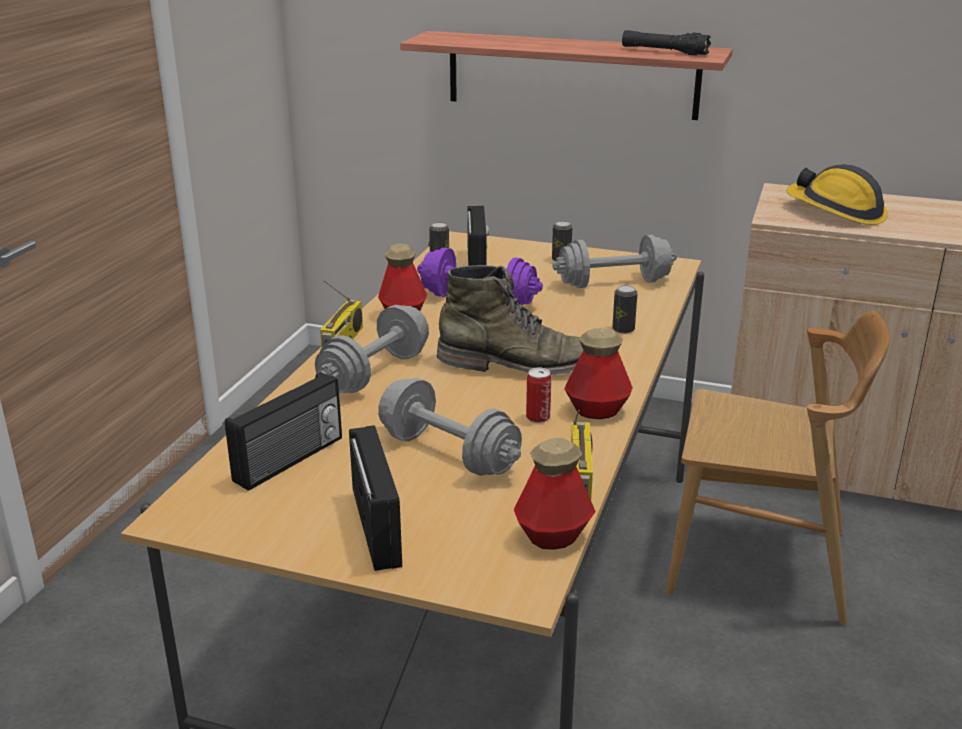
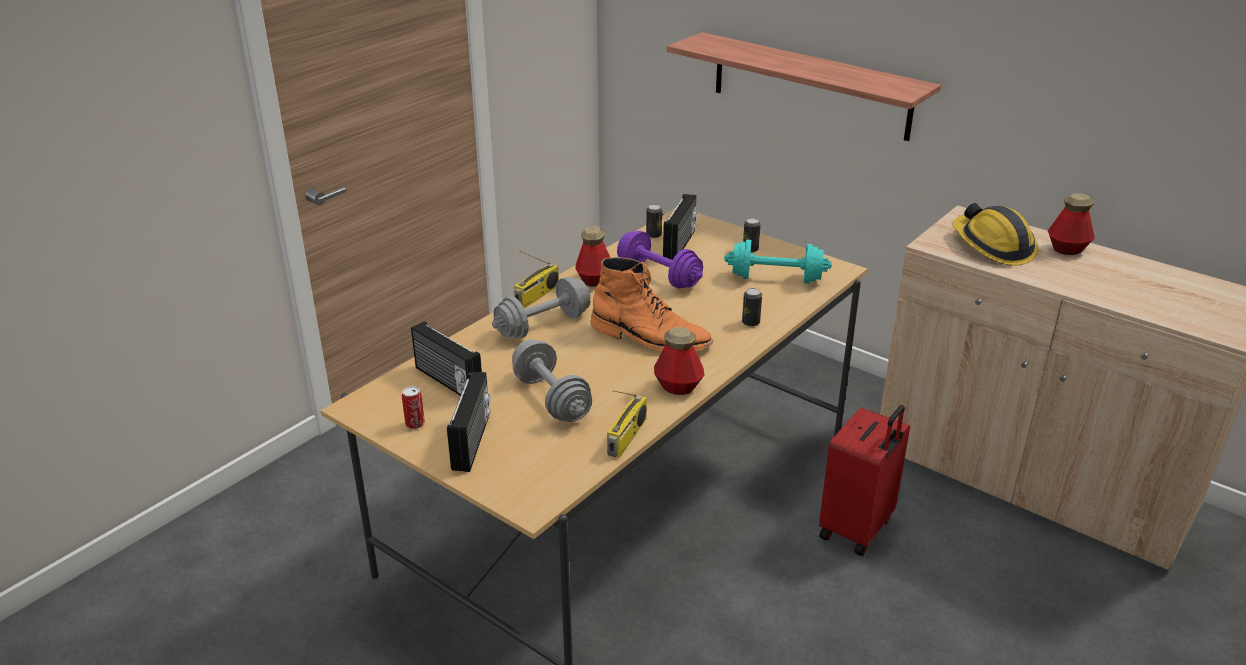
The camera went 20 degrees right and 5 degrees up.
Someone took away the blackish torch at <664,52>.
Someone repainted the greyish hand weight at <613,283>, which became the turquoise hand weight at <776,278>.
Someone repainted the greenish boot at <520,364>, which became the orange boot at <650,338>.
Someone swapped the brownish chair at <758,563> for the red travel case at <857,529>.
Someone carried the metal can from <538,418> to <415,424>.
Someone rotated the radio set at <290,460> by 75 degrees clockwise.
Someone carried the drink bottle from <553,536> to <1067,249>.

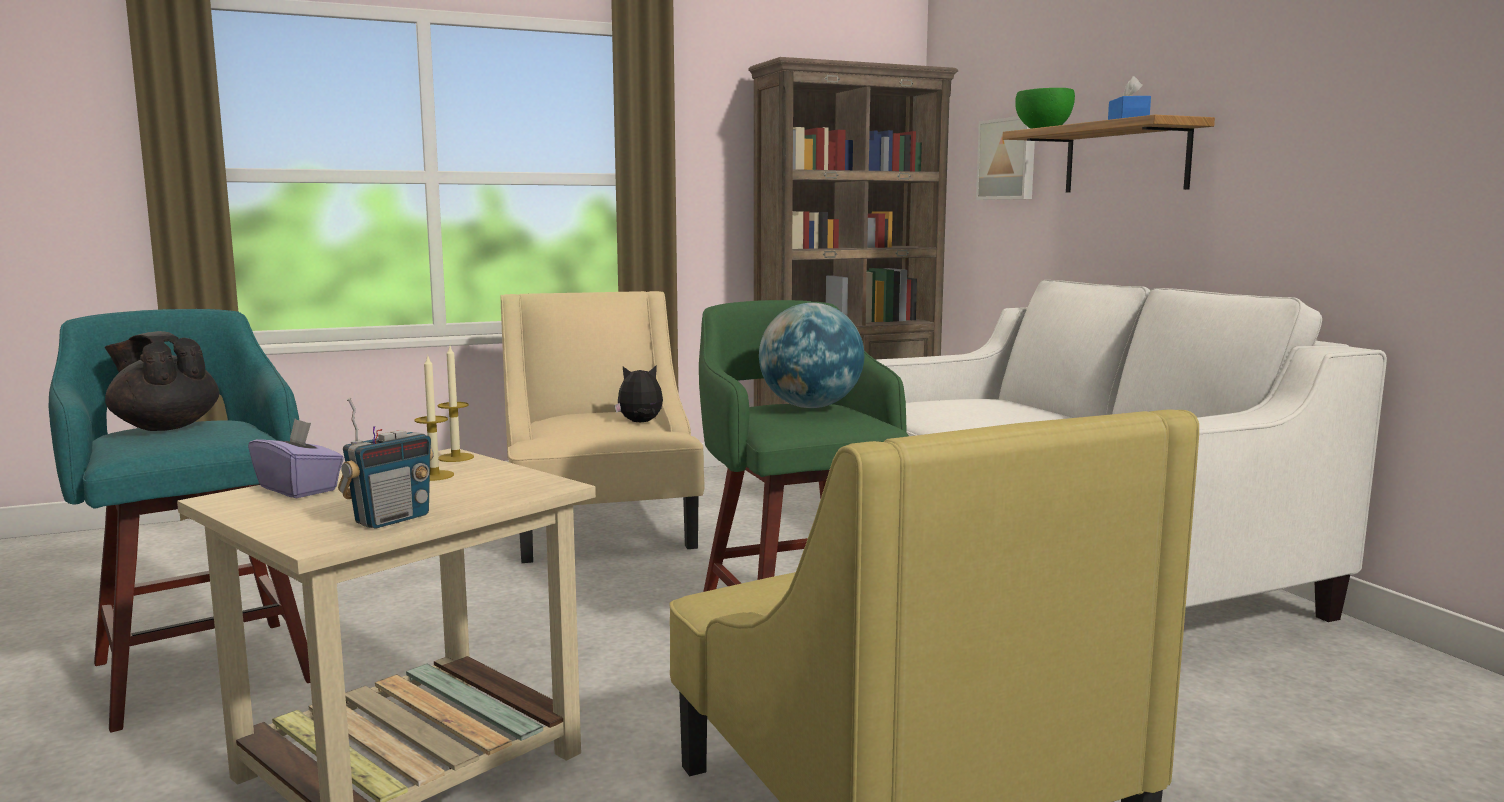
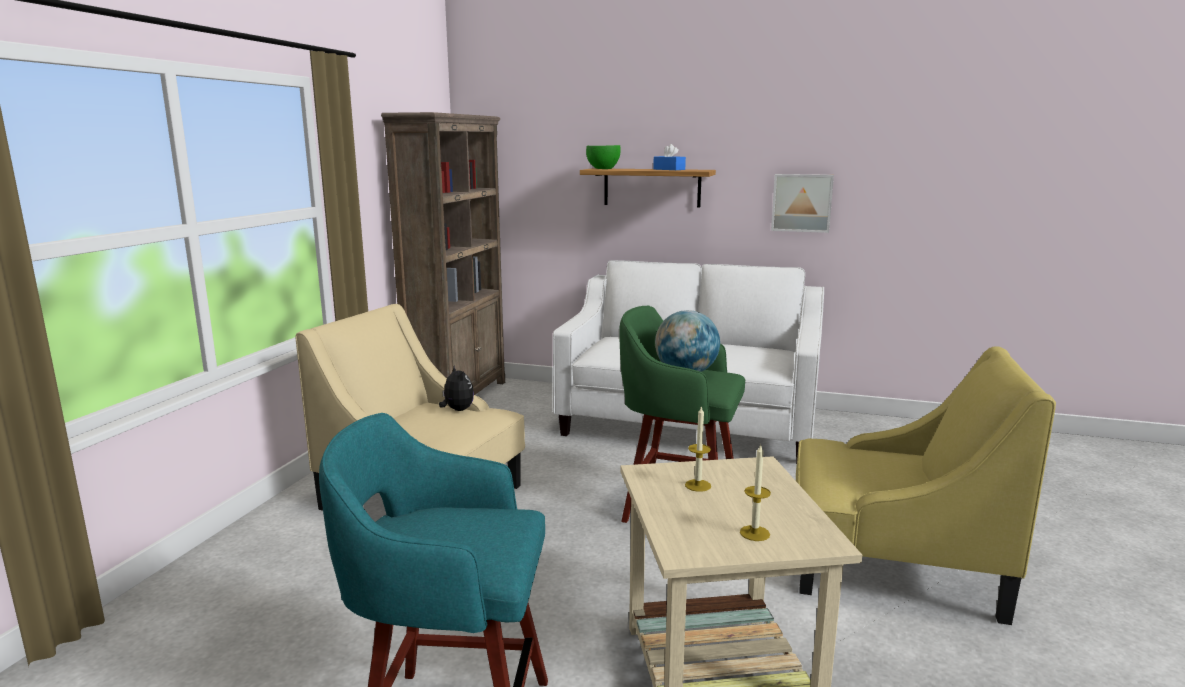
The camera went 50 degrees left and 5 degrees up.
Someone carried the picture from <1008,159> to <802,202>.
Someone took away the blackish tea pot at <165,427>.
Someone carried the wax candle from <455,457> to <754,533>.
Someone rotated the cuddly toy at <640,423> by 120 degrees clockwise.
Someone took away the radio set at <391,519>.
Someone took away the purple-coloured box of tissues at <299,489>.

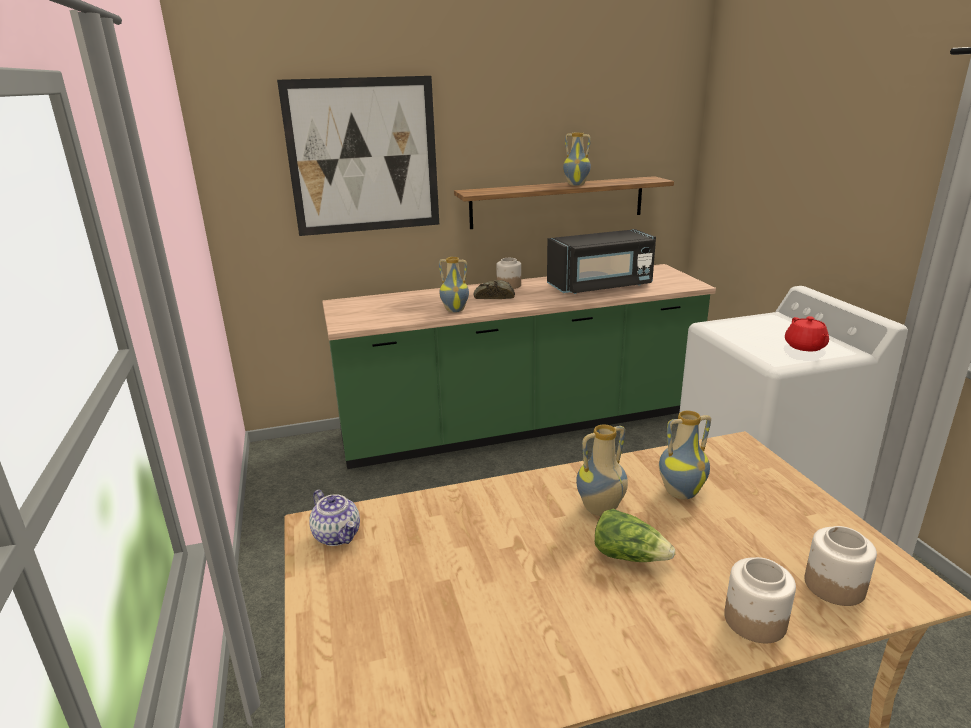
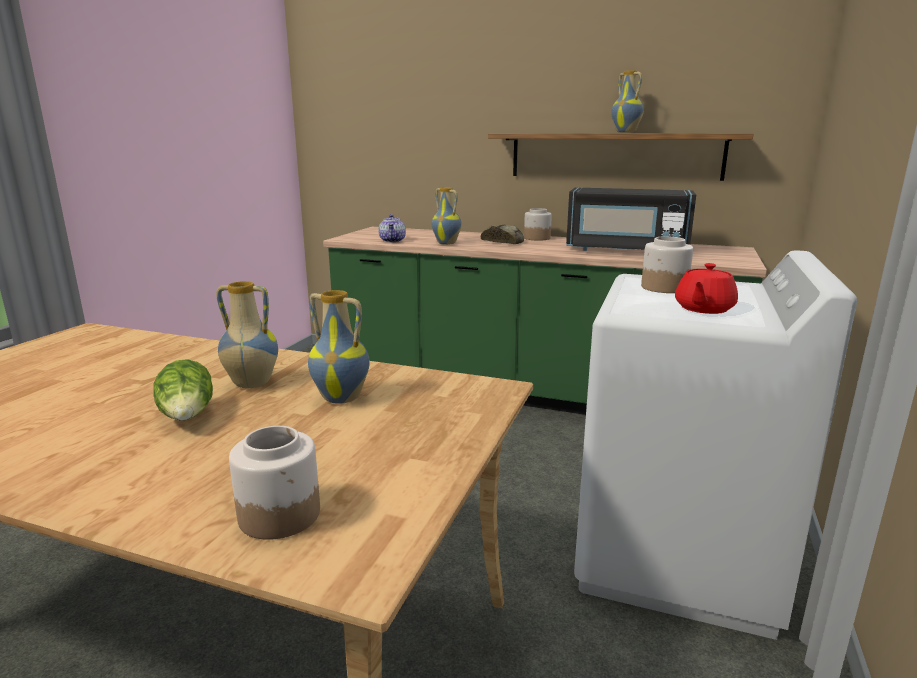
The camera went 35 degrees right and 5 degrees down.
Someone took away the picture at <363,157>.
Someone carried the tea pot from <338,535> to <393,241>.
Someone carried the jar from <754,620> to <663,287>.

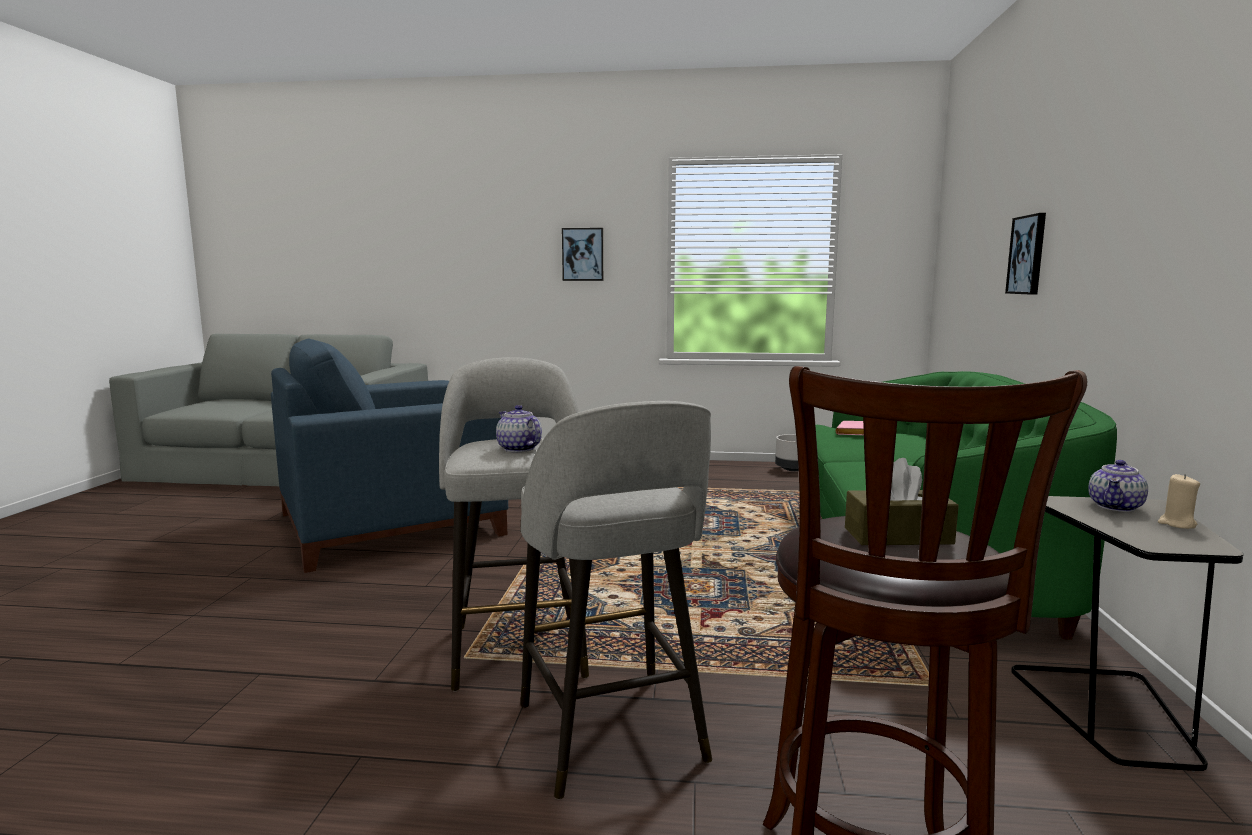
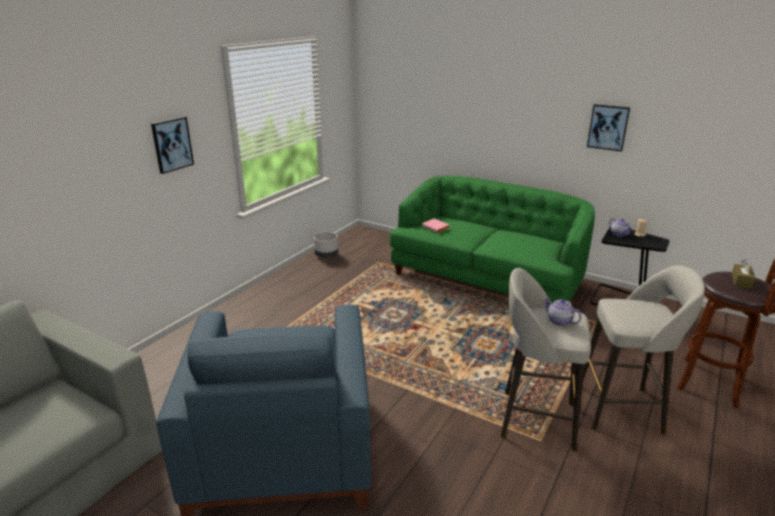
The camera went 65 degrees left and 15 degrees up.
Someone carried the picture from <1027,255> to <608,127>.
Someone rotated the tea pot at <518,449> by 60 degrees clockwise.

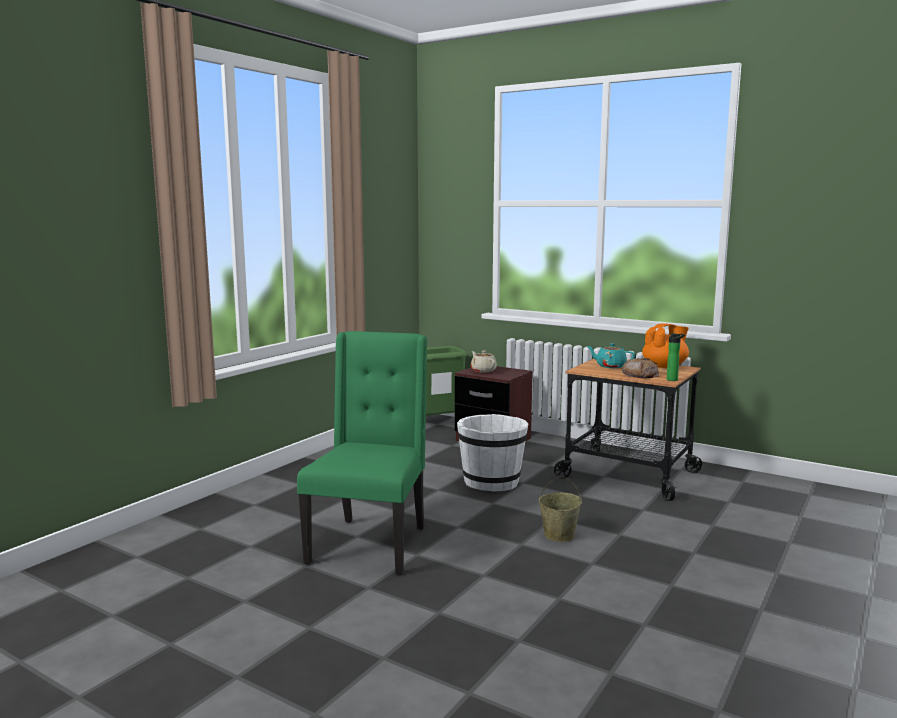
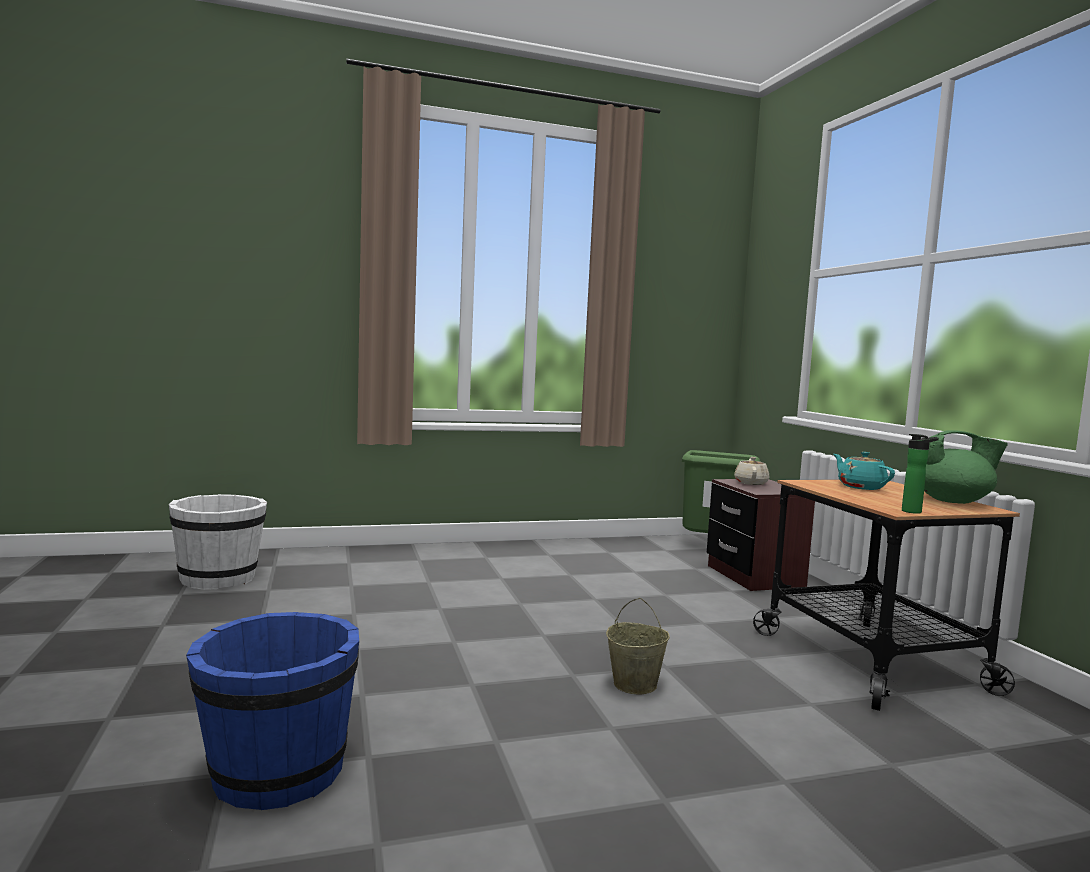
The camera went 40 degrees right and 5 degrees down.
Someone repainted the orange tea pot at <665,366>, which became the greenish tea pot at <953,501>.
Someone took away the greenish chair at <370,544>.
Someone took away the bakery bread at <640,374>.
Someone carried the white-coloured bucket from <491,482> to <219,578>.
Someone put down the blue bucket at <276,773>.

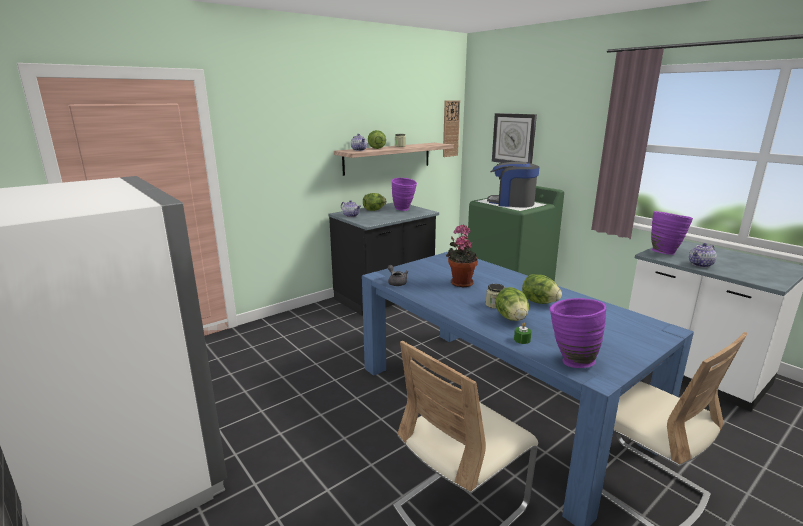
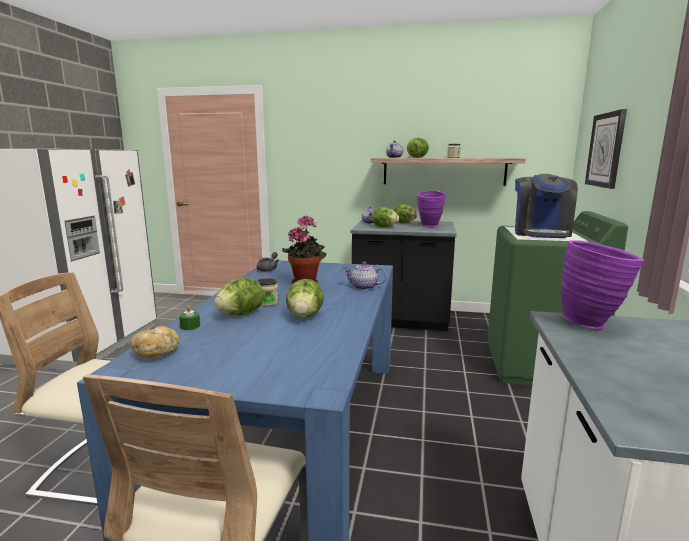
The camera went 50 degrees right and 5 degrees down.
Someone took away the wall clock at <450,128>.
Someone rotated the coffee brewer at <512,203> by 150 degrees counterclockwise.
Someone carried the tea pot from <700,265> to <363,287>.
Someone swapped the purple-coloured flower vase at <570,360> for the bakery bread at <157,352>.
Someone put down the lettuce at <384,227>.

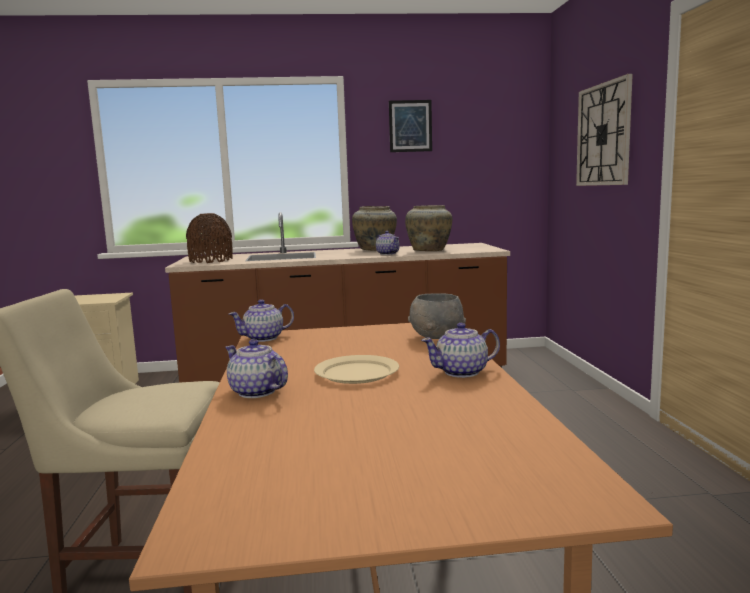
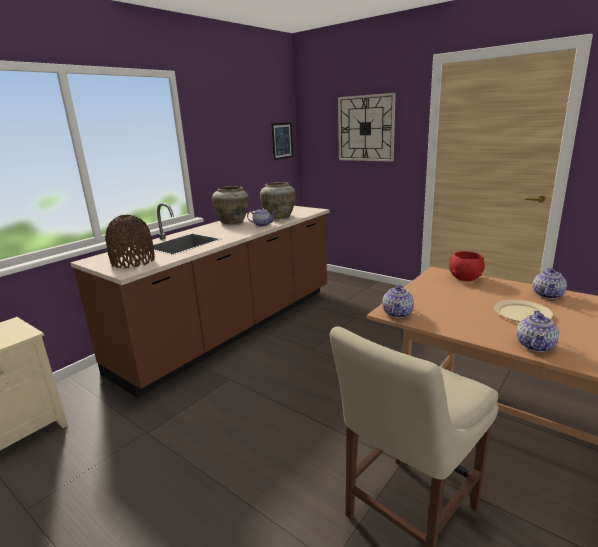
The camera went 45 degrees left and 10 degrees up.
Someone carried the picture from <410,126> to <282,140>.
Someone repainted the greyish deep dish at <435,336>, which became the red deep dish at <464,278>.
Someone rotated the tea pot at <256,392> by 60 degrees counterclockwise.

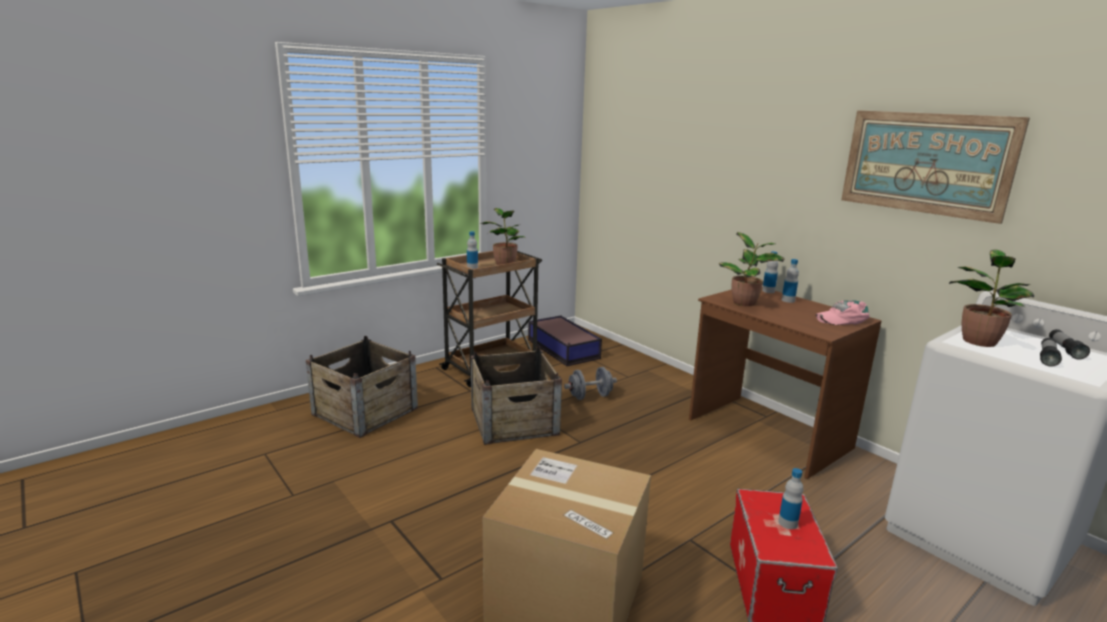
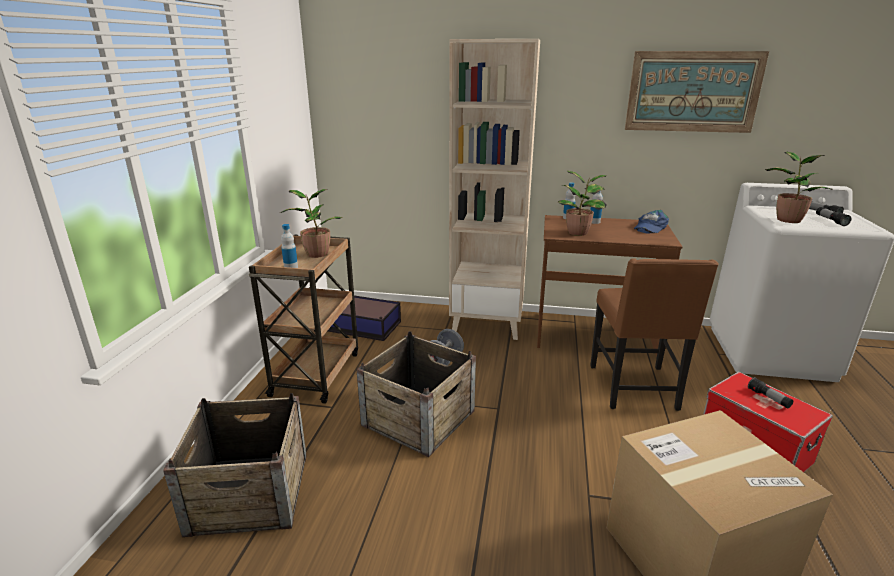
The camera went 40 degrees left and 5 degrees up.
Someone repainted the pinkish baseball cap at <842,319>, which became the blue baseball cap at <650,227>.
Someone swapped the drink bottle at <788,523> for the torch at <768,398>.
Someone put down the sand-coloured shelving unit at <488,324>.
Someone put down the brownish chair at <635,388>.

